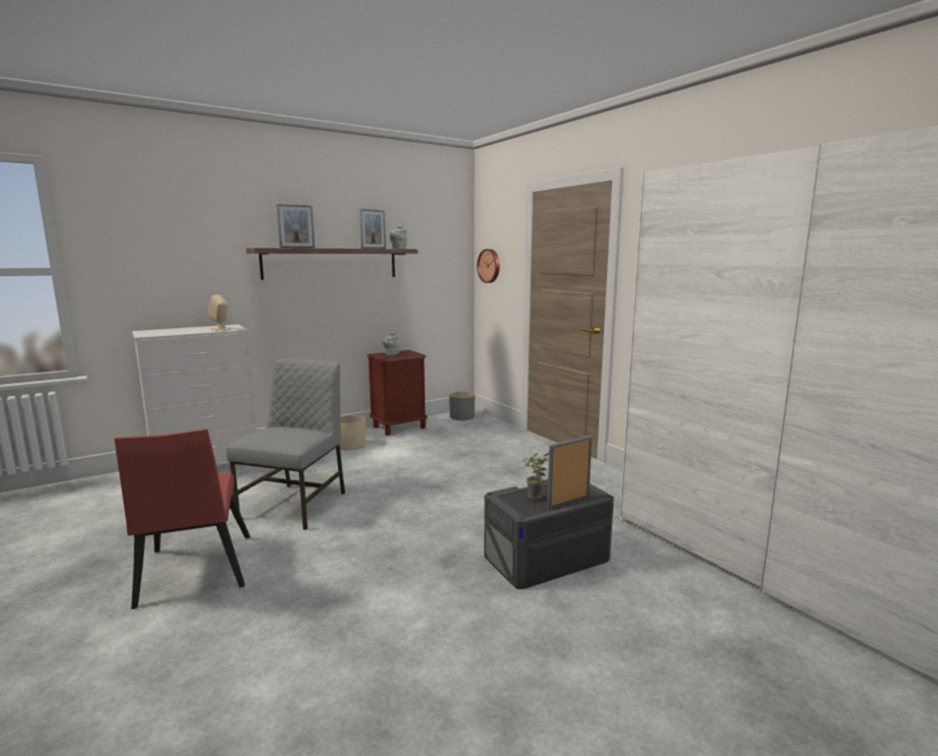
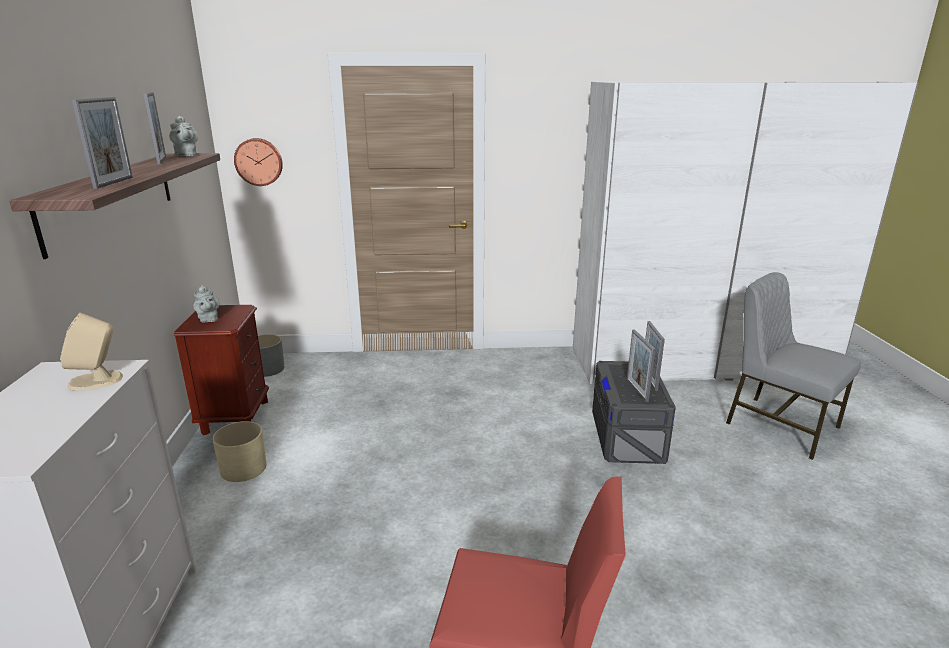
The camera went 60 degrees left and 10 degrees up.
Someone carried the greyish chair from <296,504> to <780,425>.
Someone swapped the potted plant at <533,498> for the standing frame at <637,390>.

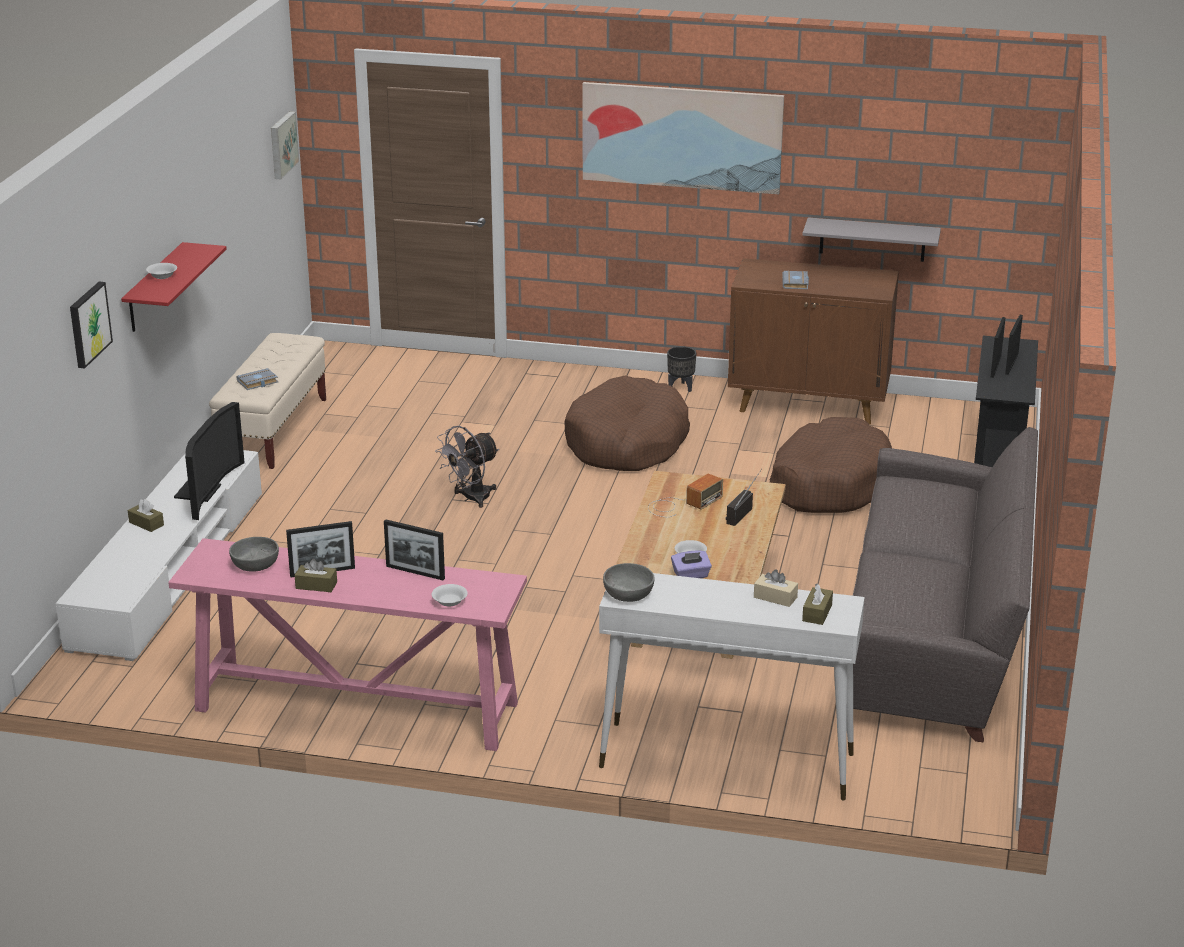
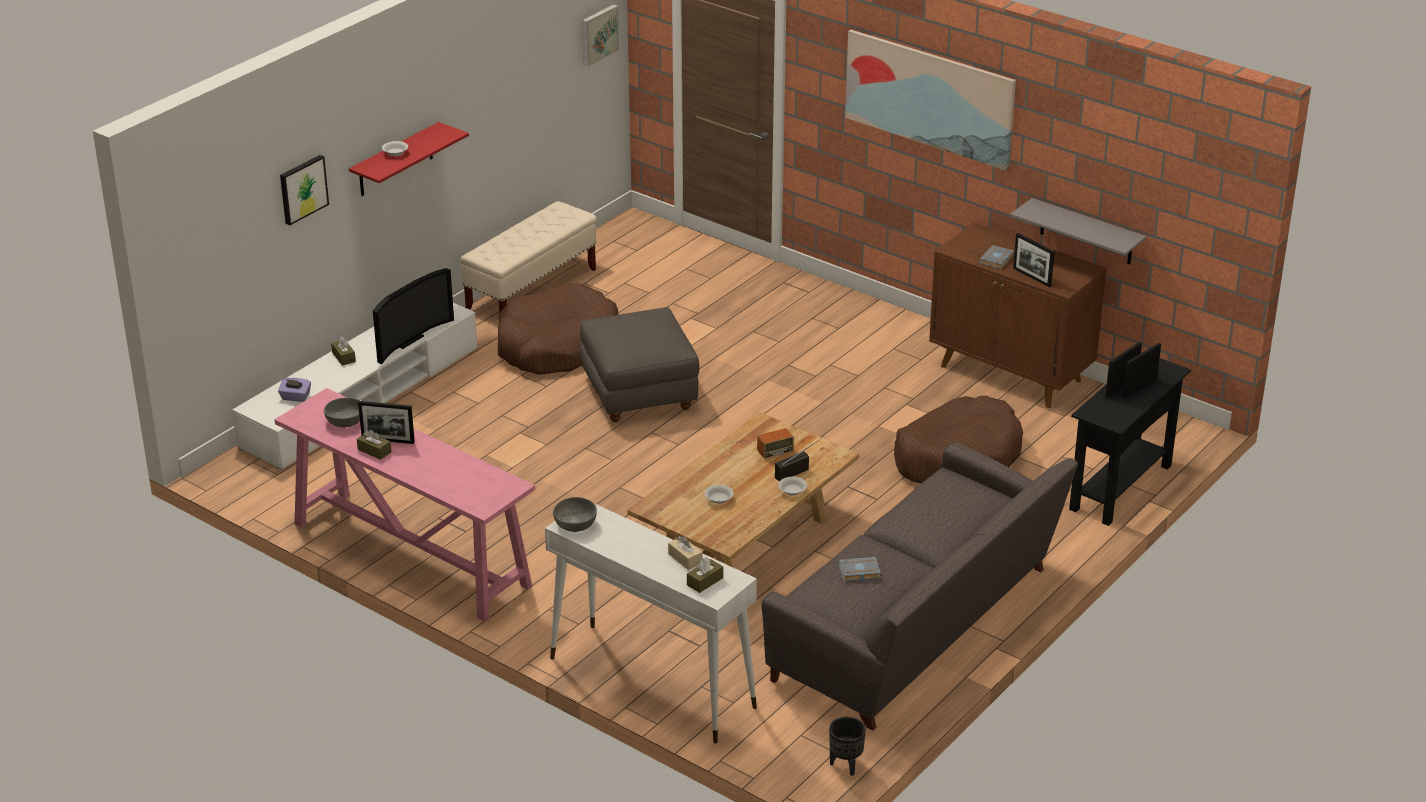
The camera went 25 degrees right and 5 degrees up.
Someone carried the blackish flower pot from <681,388> to <846,765>.
Someone carried the greyish bound book from <257,382> to <858,572>.
Someone carried the brownish dog cushion from <626,443> to <557,346>.
Someone swapped the greyish electric fan at <471,498> for the greyish ottoman at <640,394>.
Someone carried the standing frame from <415,572> to <1032,277>.
Someone carried the purple-coloured box of tissues from <691,575> to <295,397>.
Someone carried the white-coloured deep dish from <450,602> to <792,491>.

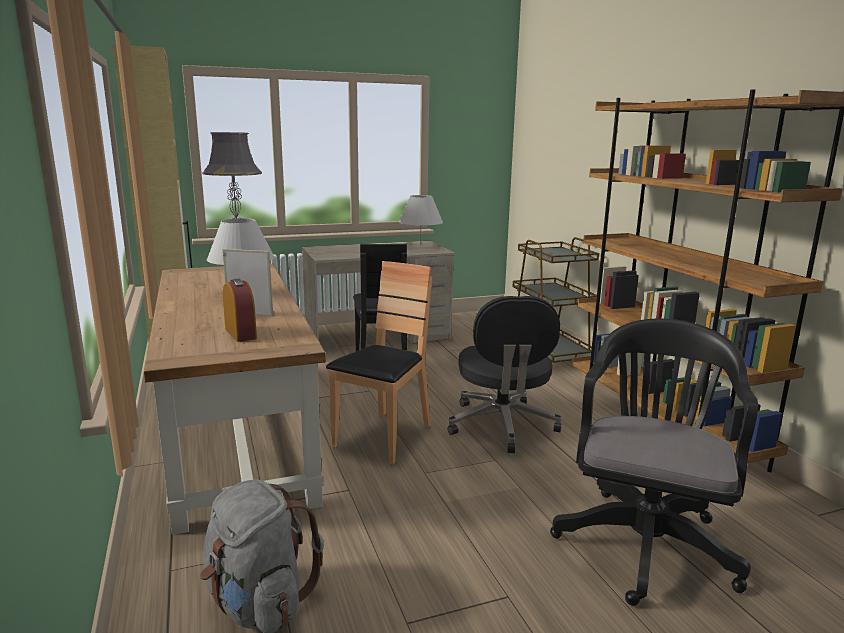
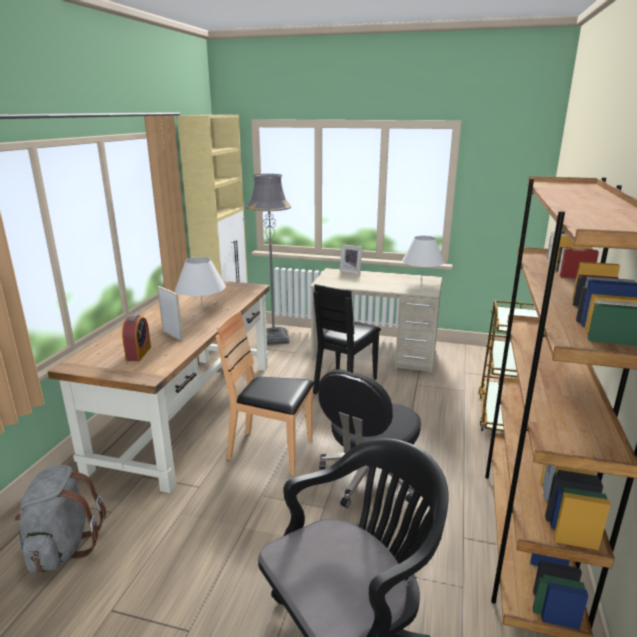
The camera went 35 degrees right and 5 degrees up.
Someone rotated the brownish chair at <383,437> by 135 degrees counterclockwise.
Someone put down the standing frame at <351,271>.

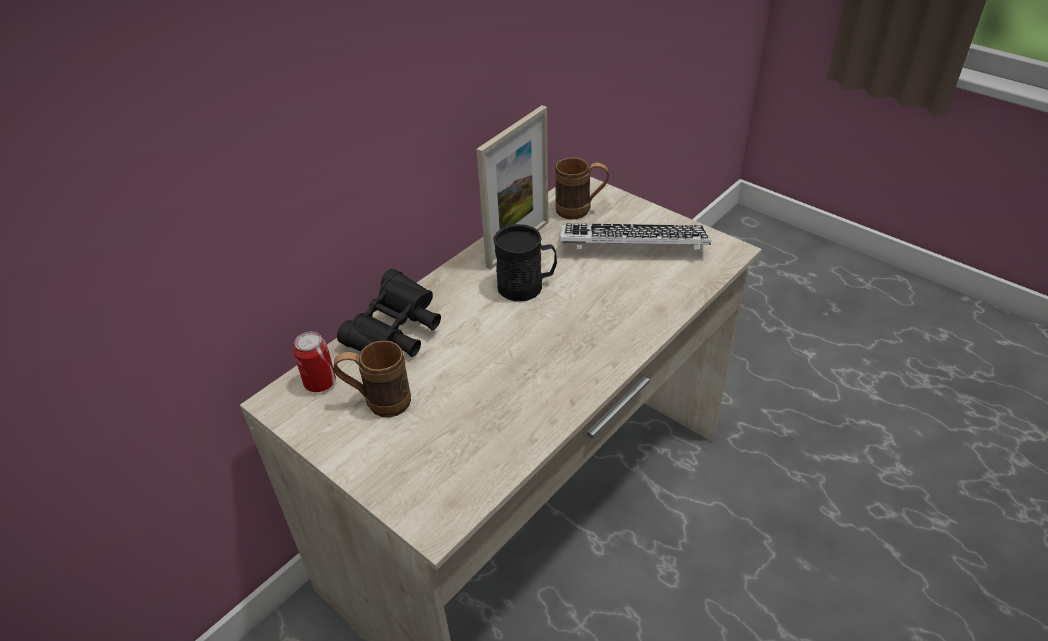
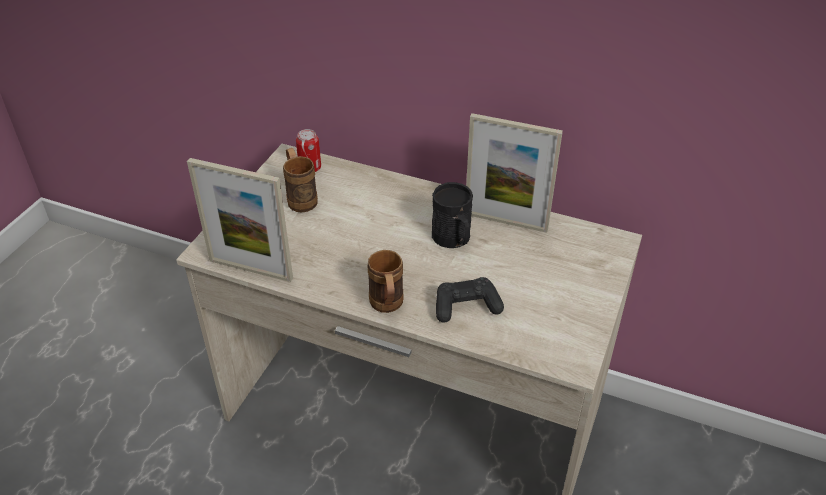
The camera went 70 degrees right and 0 degrees up.
Someone carried the brownish mug from <581,211> to <387,307>.
Someone took away the PC keyboard at <633,244>.
Someone took away the blackish field glasses at <396,333>.
Someone put down the standing frame at <251,269>.
Someone put down the blackish gamepad at <466,306>.

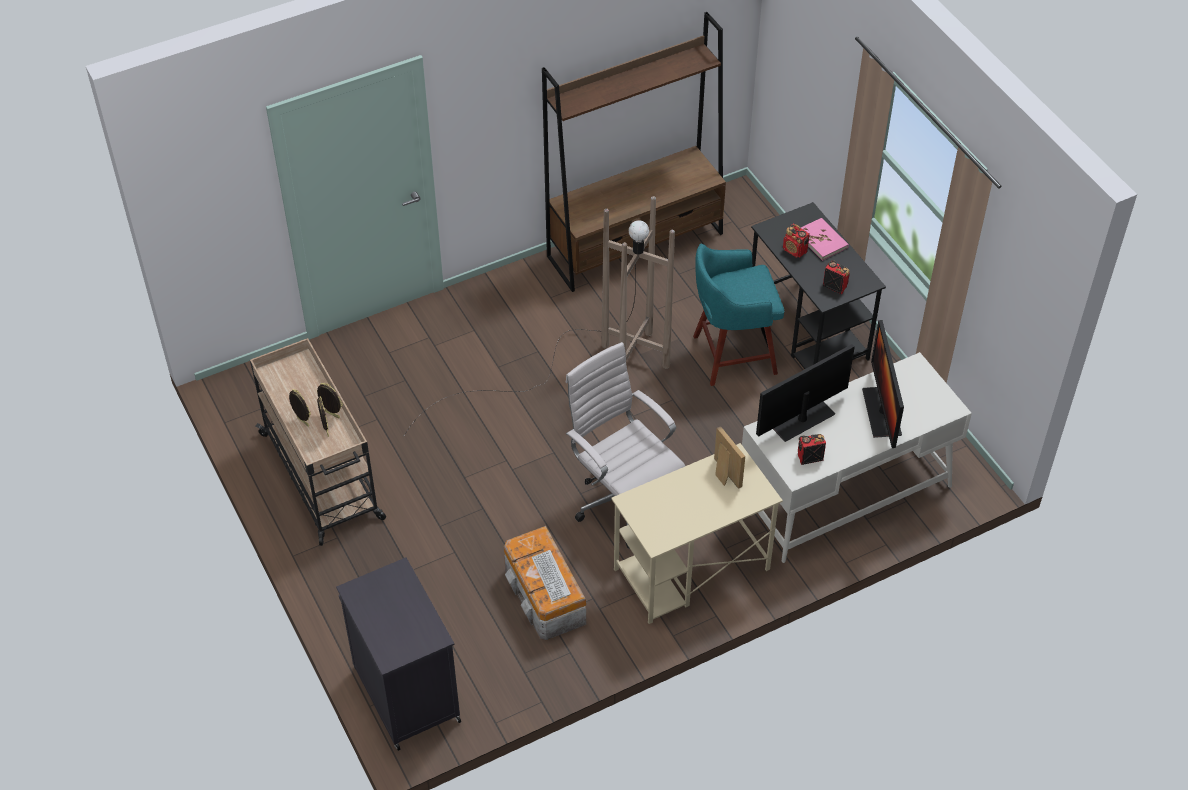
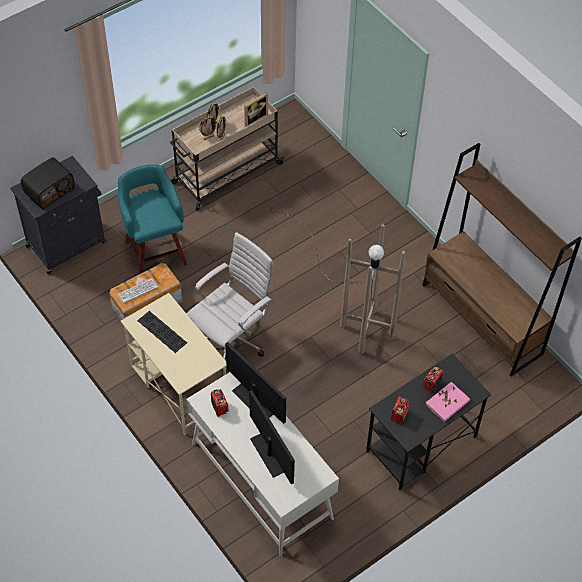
The camera went 80 degrees right and 5 degrees up.
Someone carried the turquoise stool from <731,355> to <155,251>.
Someone rotated the monitor at <881,412> by 75 degrees clockwise.
Someone carried the standing frame from <723,474> to <254,119>.
Someone put down the radio set at <49,191>.
Someone put down the PC keyboard at <161,332>.

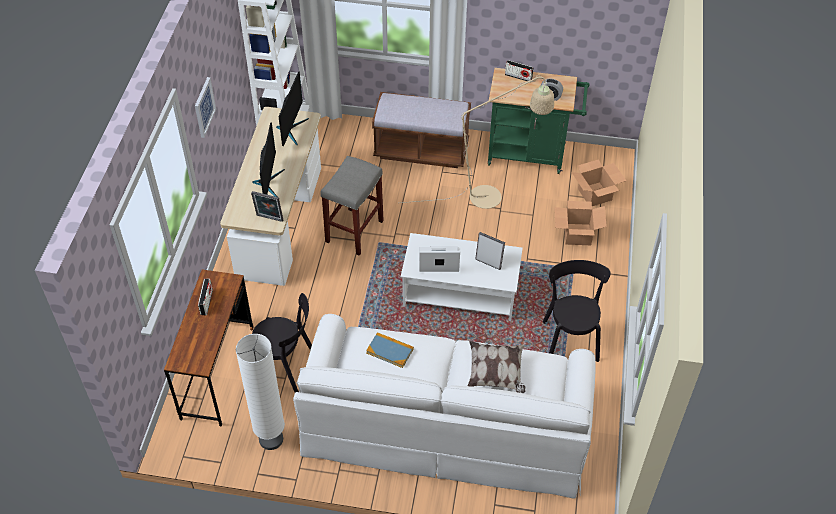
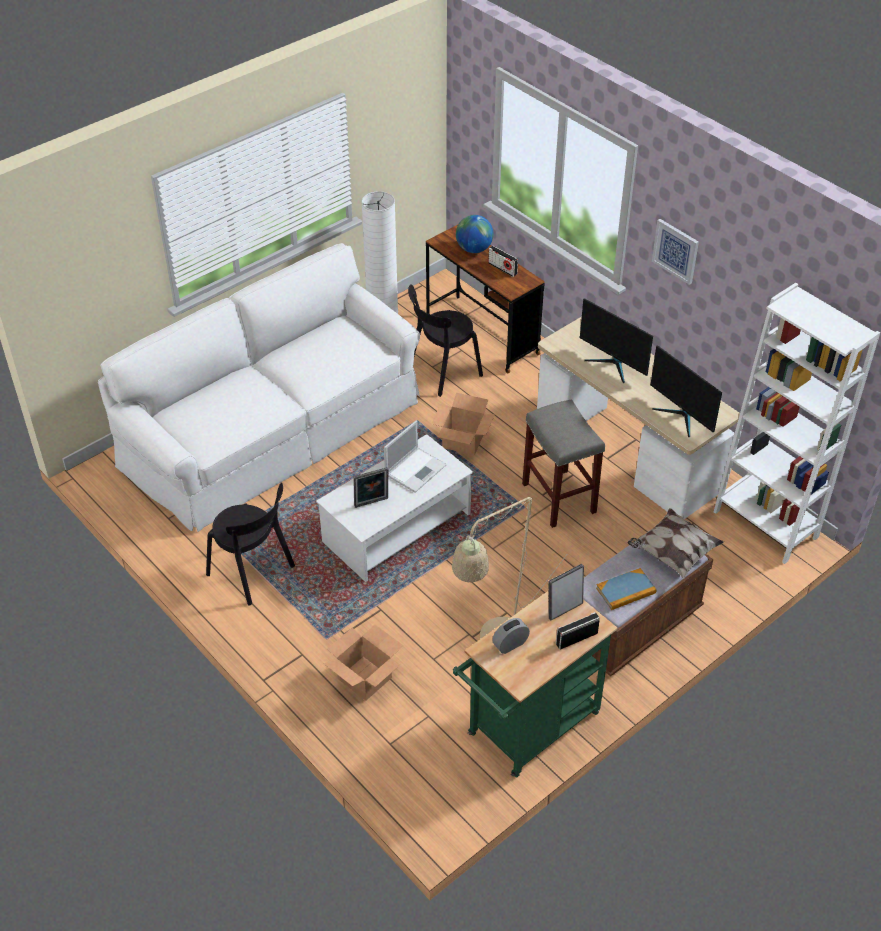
The camera went 130 degrees right and 5 degrees down.
Someone carried the cardboard box from <594,194> to <463,441>.
Someone carried the standing frame from <269,219> to <564,609>.
Someone carried the bound book from <390,351> to <626,591>.
Someone carried the throw pillow from <496,374> to <673,553>.
Someone put down the desk globe at <474,249>.

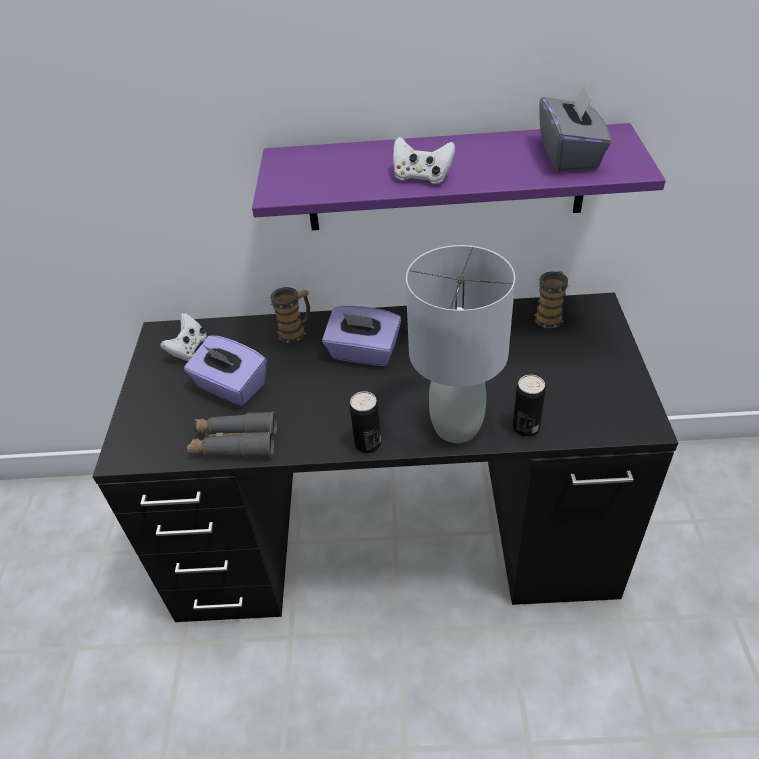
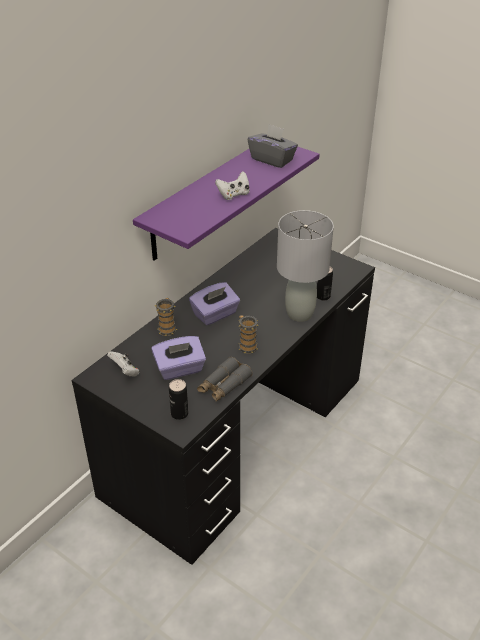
The camera went 55 degrees left and 5 degrees down.
Someone carried the mug from <550,316> to <246,345>.
Someone carried the metal can from <368,443> to <179,414>.

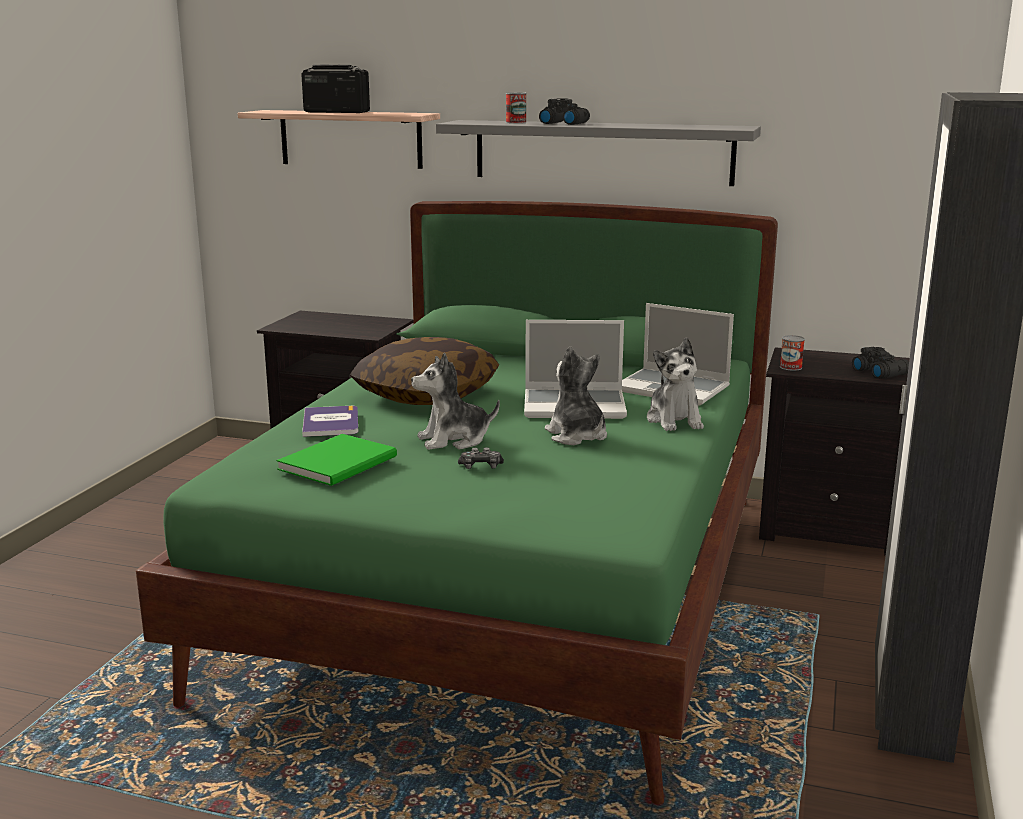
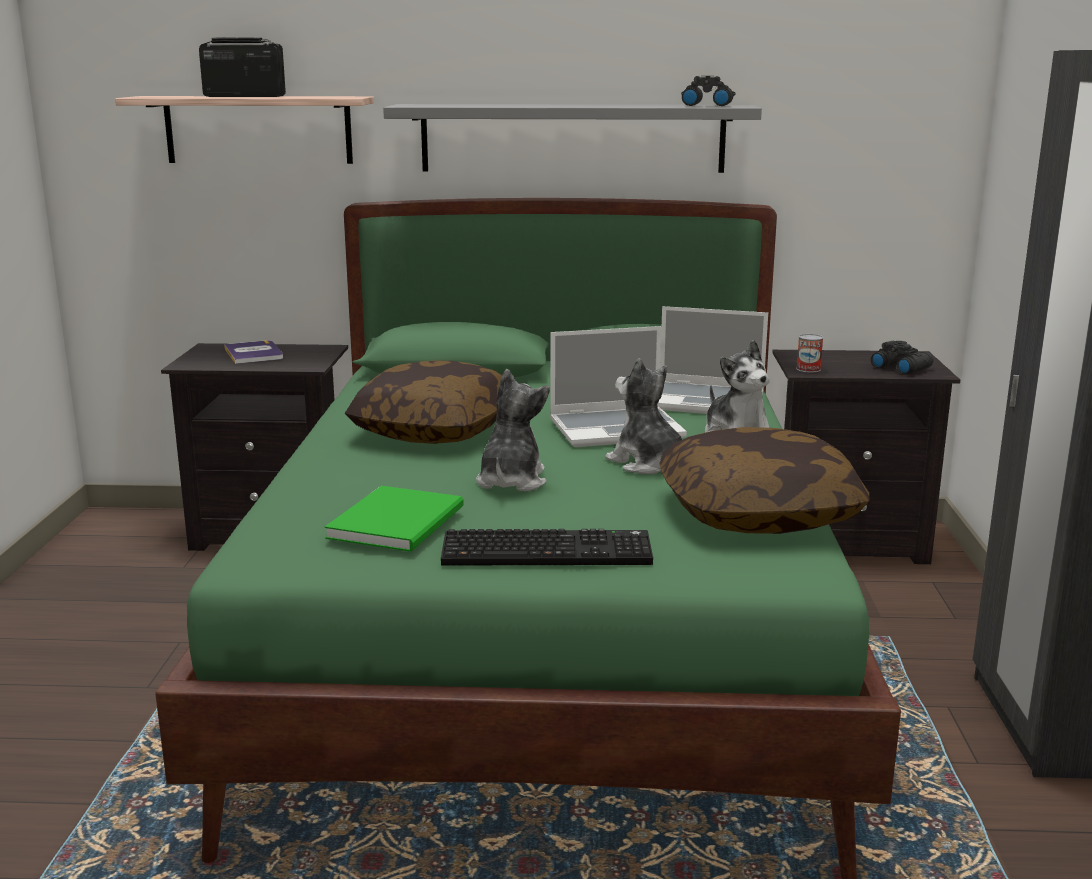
The camera went 15 degrees left and 0 degrees up.
Someone took away the metal can at <516,122>.
Someone carried the blackish field glasses from <564,123> to <706,105>.
Someone rotated the cuddly toy at <454,440> by 135 degrees clockwise.
Someone carried the bound book from <331,422> to <253,353>.
Someone took away the gamepad at <480,467>.
Someone put down the throw pillow at <758,513>.
Someone put down the PC keyboard at <549,550>.

